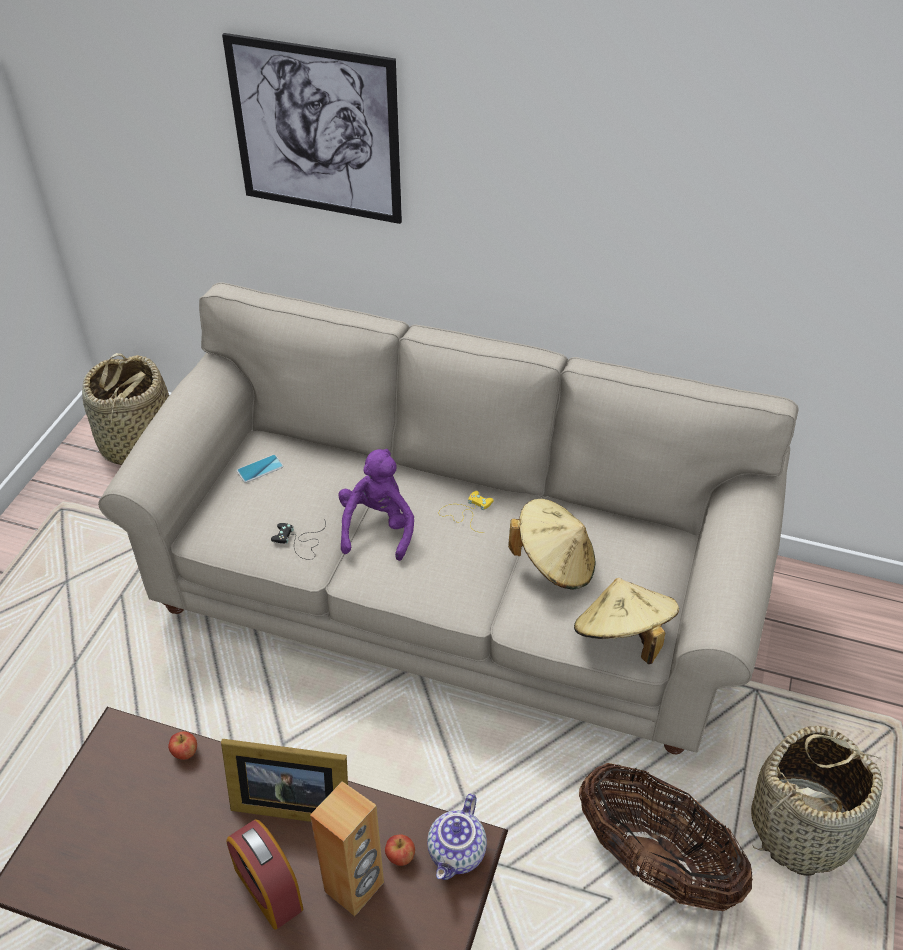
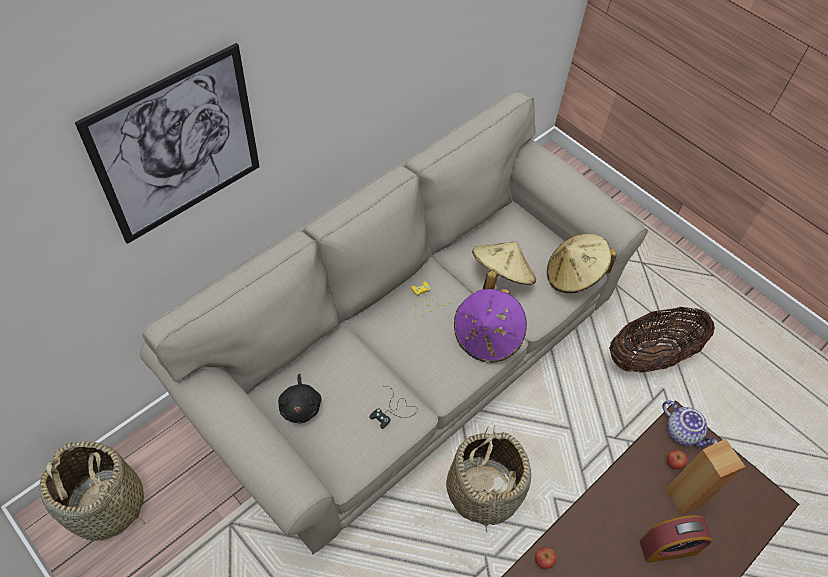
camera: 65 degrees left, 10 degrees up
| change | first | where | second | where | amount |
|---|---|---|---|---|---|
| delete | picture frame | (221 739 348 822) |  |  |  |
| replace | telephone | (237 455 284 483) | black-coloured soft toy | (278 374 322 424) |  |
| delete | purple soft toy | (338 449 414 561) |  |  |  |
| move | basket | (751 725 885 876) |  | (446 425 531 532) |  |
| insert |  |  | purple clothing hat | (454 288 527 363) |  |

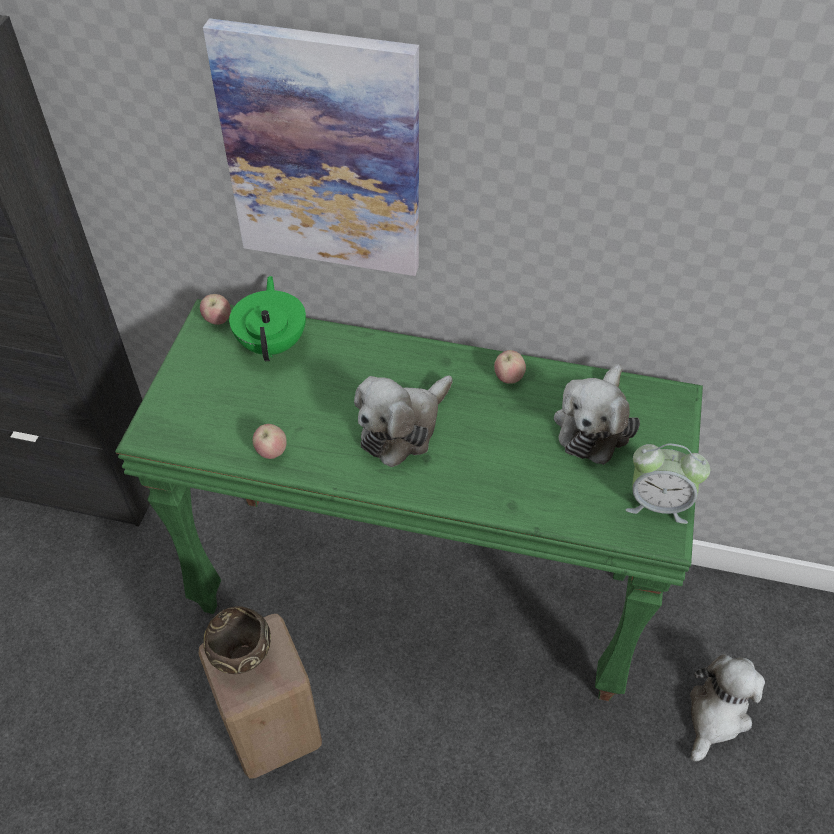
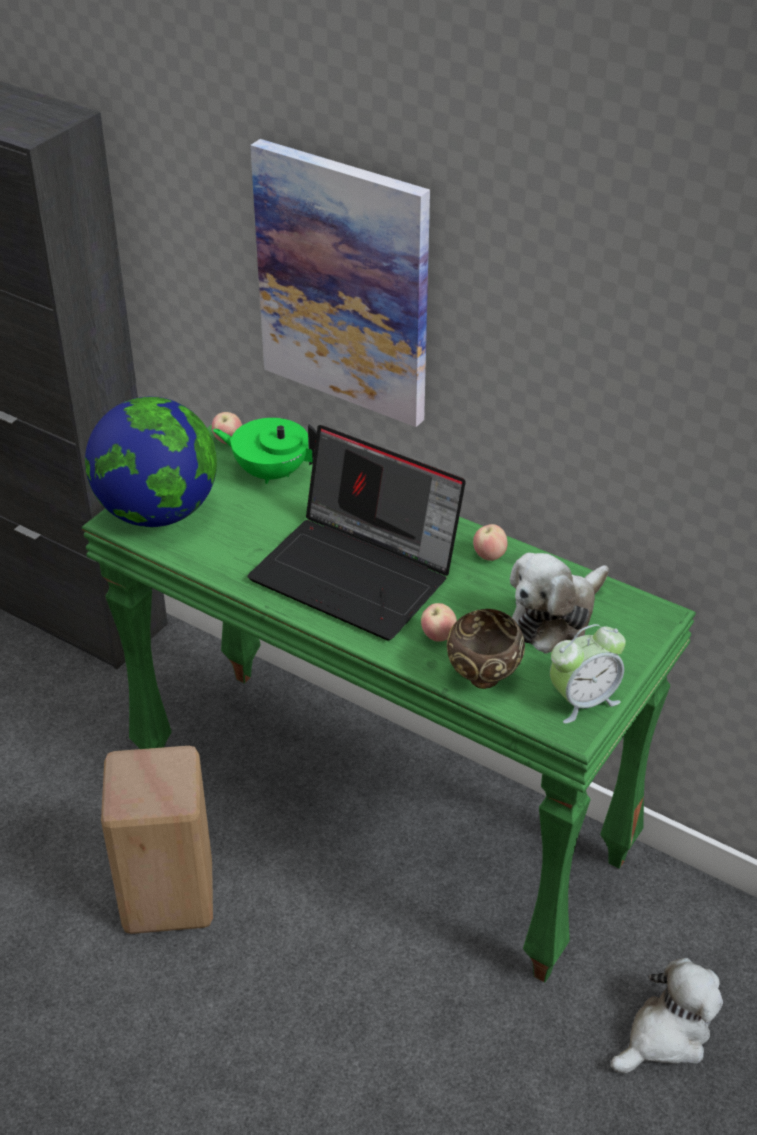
camera: 20 degrees right, 10 degrees down
| change | first | where | second | where | amount |
|---|---|---|---|---|---|
| move | brown-coloured deep dish | (203 606 271 674) |  | (447 609 525 689) |  |
| rotate | greenish teapot | (229 276 306 361) |  | (213 418 317 484) | 90 degrees counterclockwise |
| move | apple fruit | (253 424 287 459) |  | (421 603 457 642) |  |
| replace | soft toy | (354 375 453 467) | laptop | (247 425 466 640) |  |
| rotate | alarm clock | (626 444 710 524) |  | (550 624 626 724) | 60 degrees counterclockwise |
| insert |  |  | world globe | (85 397 217 527) |  |

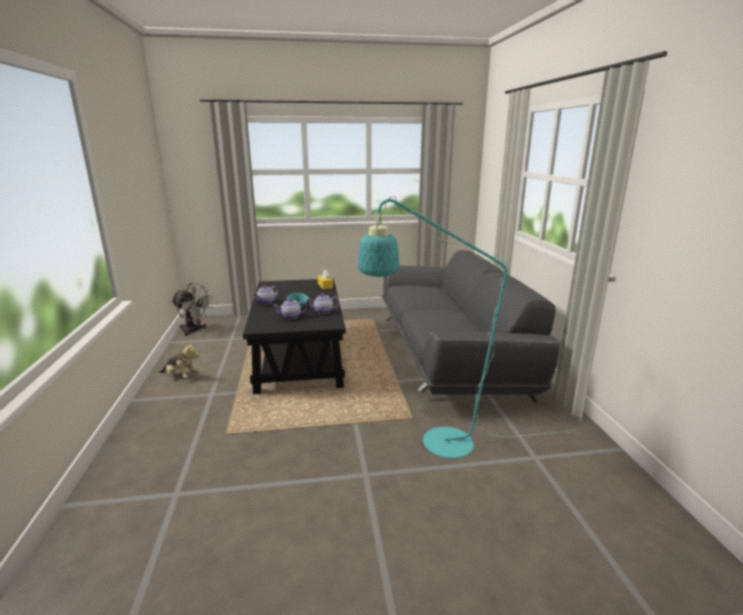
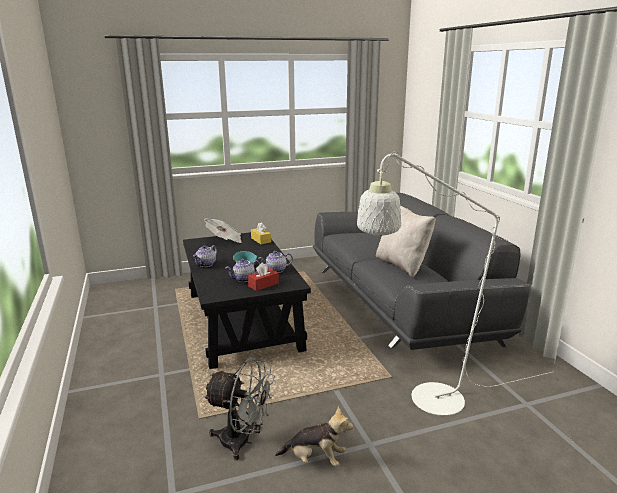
camera: 10 degrees left, 0 degrees up
| change | first | where | second | where | amount |
|---|---|---|---|---|---|
| move | soft toy | (159 341 200 378) |  | (275 406 353 466) |  |
| move | greyish fan | (172 283 213 336) |  | (203 357 275 460) |  |
| recolor | turquoise-coloured floor lamp | (358 196 577 458) | whitish floor lamp | (357 151 552 416) |  |
| insert |  |  | newspaper | (204 218 241 243) |  |
| insert |  |  | reddish tissue box | (248 263 279 291) |  |
| insert |  |  | beige pillow | (376 206 435 278) |  |

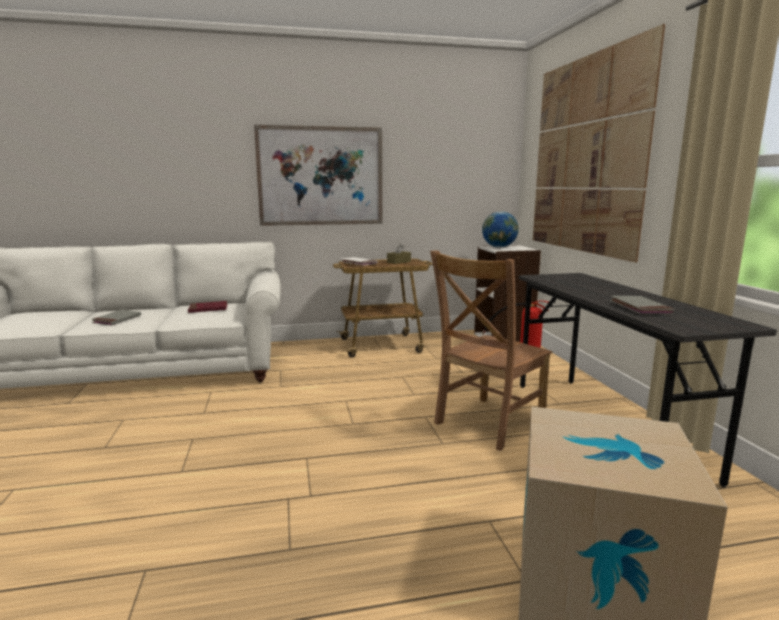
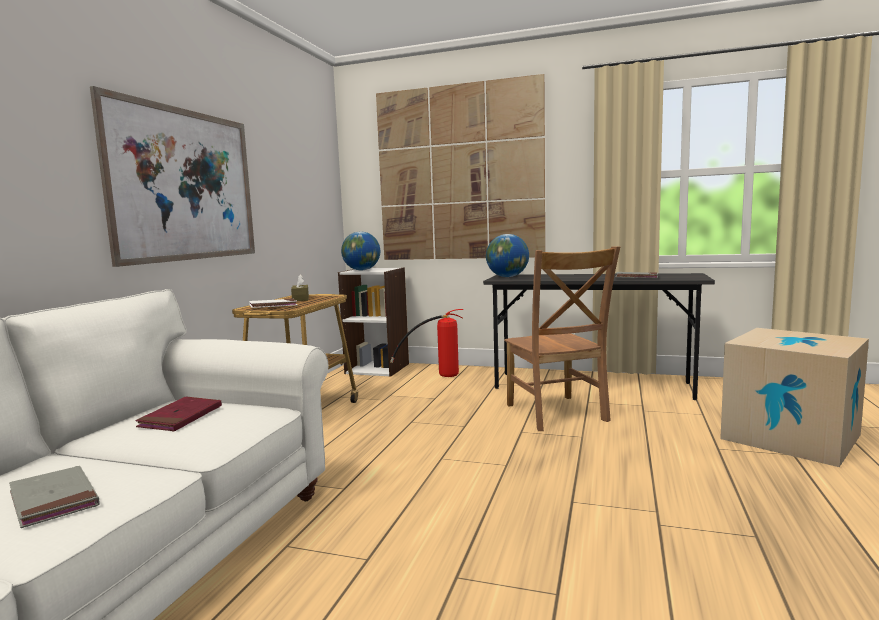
camera: 60 degrees left, 5 degrees down
| change | first | where | second | where | amount |
|---|---|---|---|---|---|
| insert |  |  | world globe | (486 234 529 277) |  |

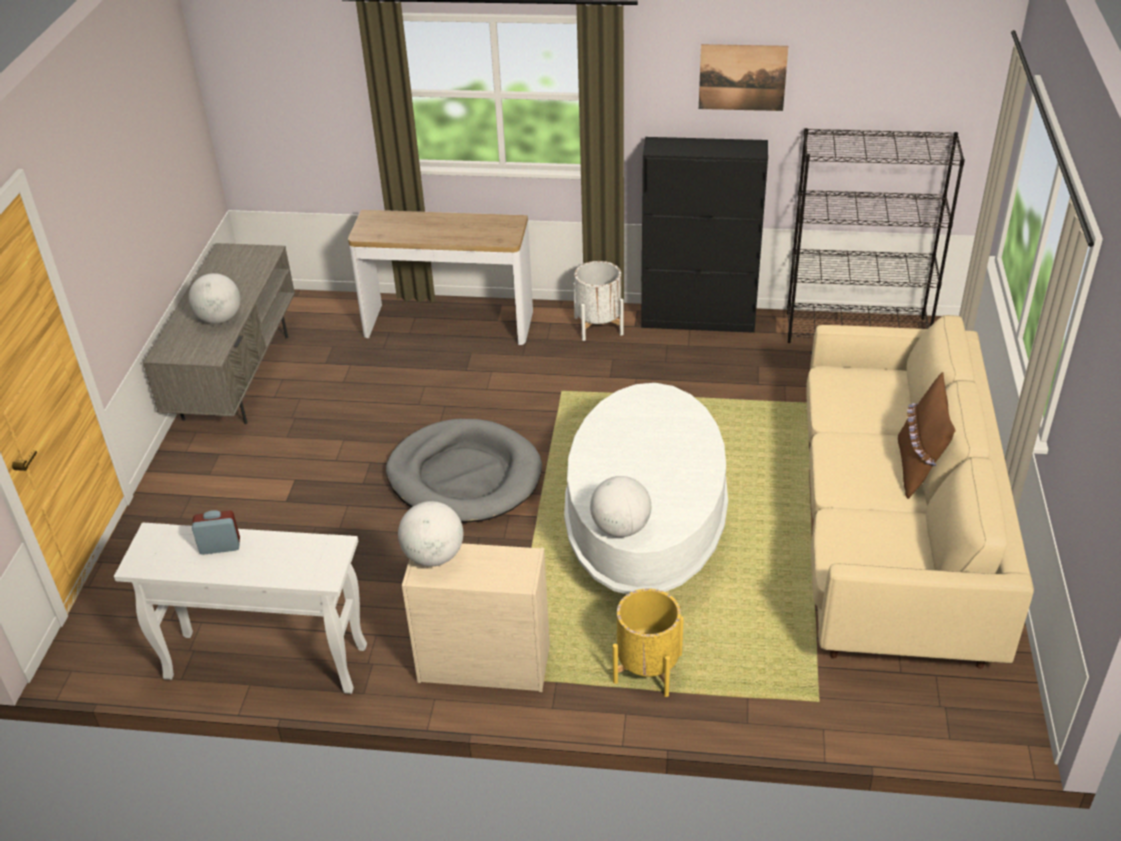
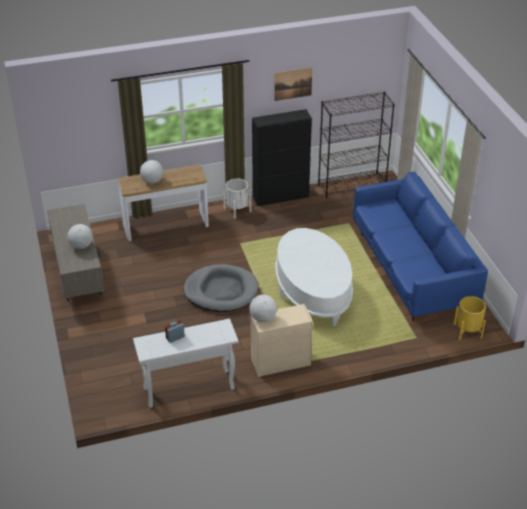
camera: 25 degrees left, 0 degrees up
| change | first | where | second | where | amount |
|---|---|---|---|---|---|
| move | world globe | (590 476 651 537) |  | (140 160 164 184) |  |
| move | yellowish plant pot | (613 588 684 697) |  | (454 296 486 340) |  |
| recolor | beige settee | (806 315 1034 669) | blue settee | (353 172 488 321) |  |
| delete | brown-coloured pillow | (898 372 955 499) |  |  |  |

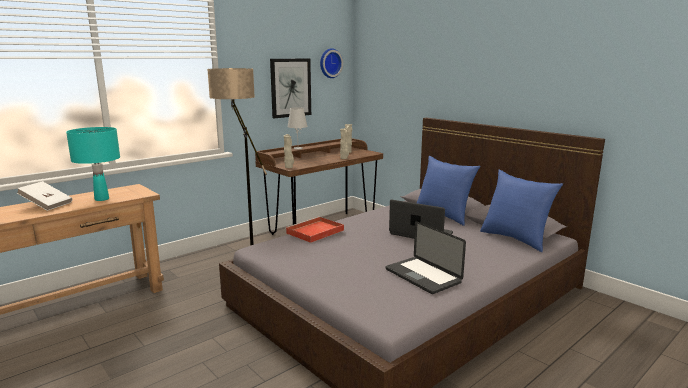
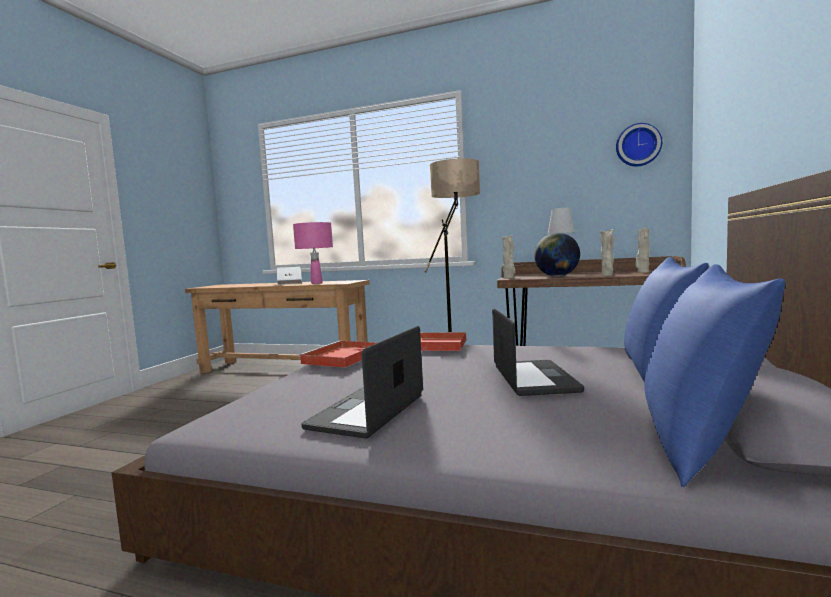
camera: 60 degrees right, 10 degrees down
| change | first | where | second | where | amount |
|---|---|---|---|---|---|
| recolor | turquoise-coloured lamp for a table | (66 127 120 201) | pinkish lamp for a table | (293 222 333 284) |  |
| delete | wall picture | (270 59 311 119) |  |  |  |
| insert |  |  | reddish carrying tray | (298 341 376 368) |  |
| insert |  |  | world globe | (534 233 580 277) |  |

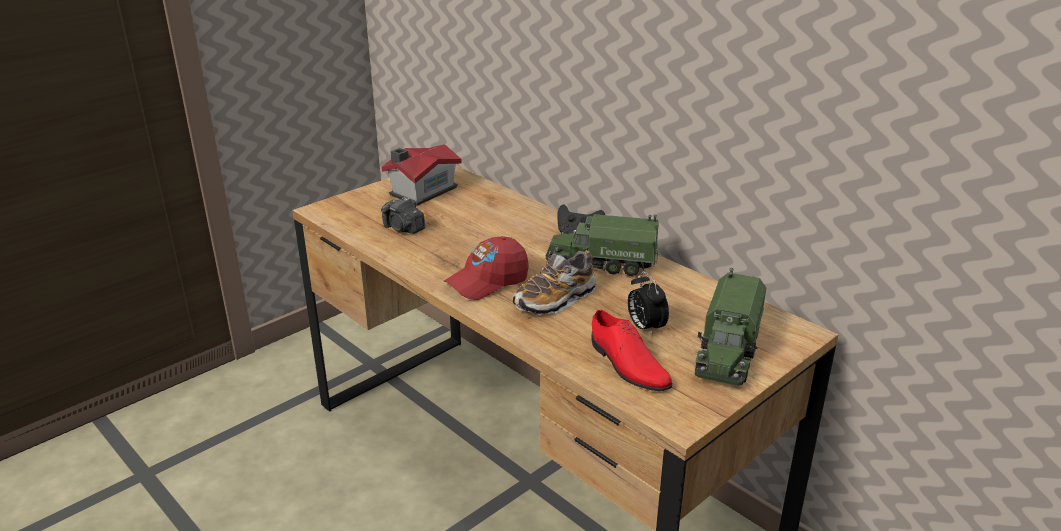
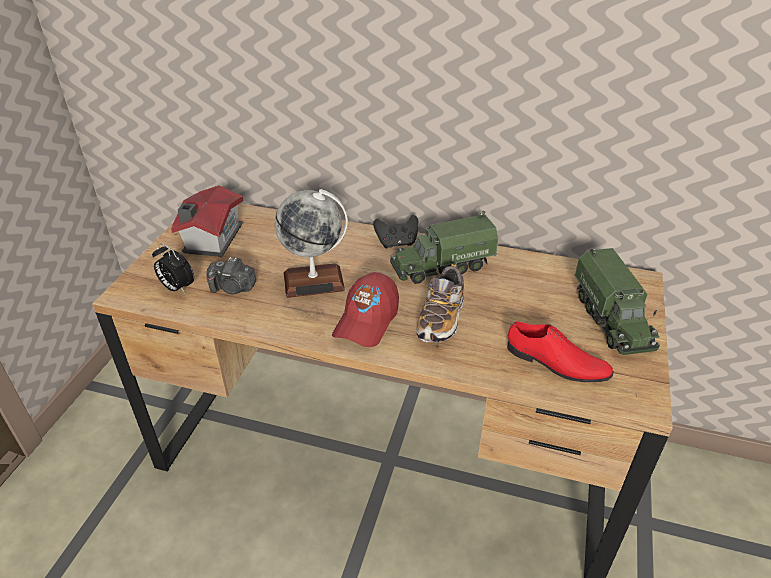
camera: 30 degrees left, 10 degrees up
| change | first | where | second | where | amount |
|---|---|---|---|---|---|
| move | alarm clock | (628 271 669 337) |  | (152 244 194 294) |  |
| insert |  |  | world globe | (275 189 348 298) |  |

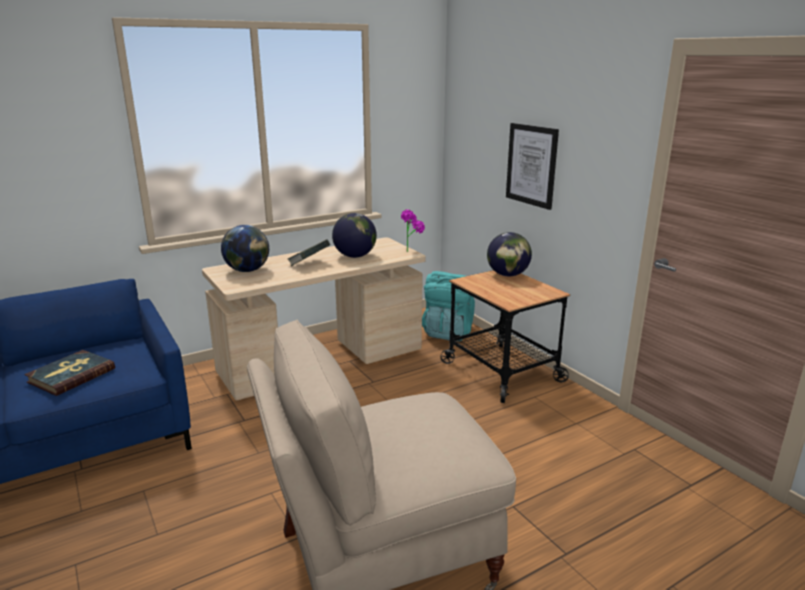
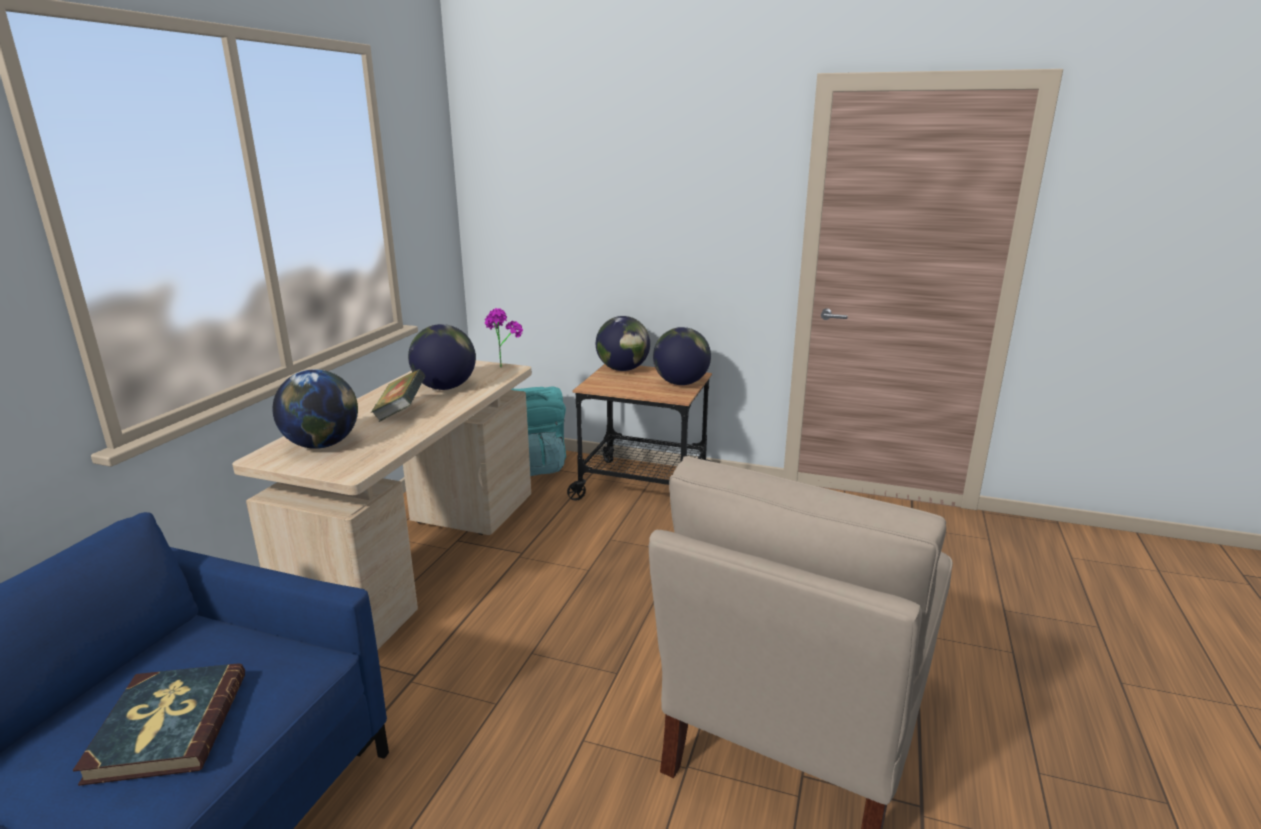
camera: 40 degrees left, 0 degrees up
| change | first | where | second | where | amount |
|---|---|---|---|---|---|
| delete | wall picture | (506 123 559 210) |  |  |  |
| insert |  |  | world globe | (653 327 711 385) |  |

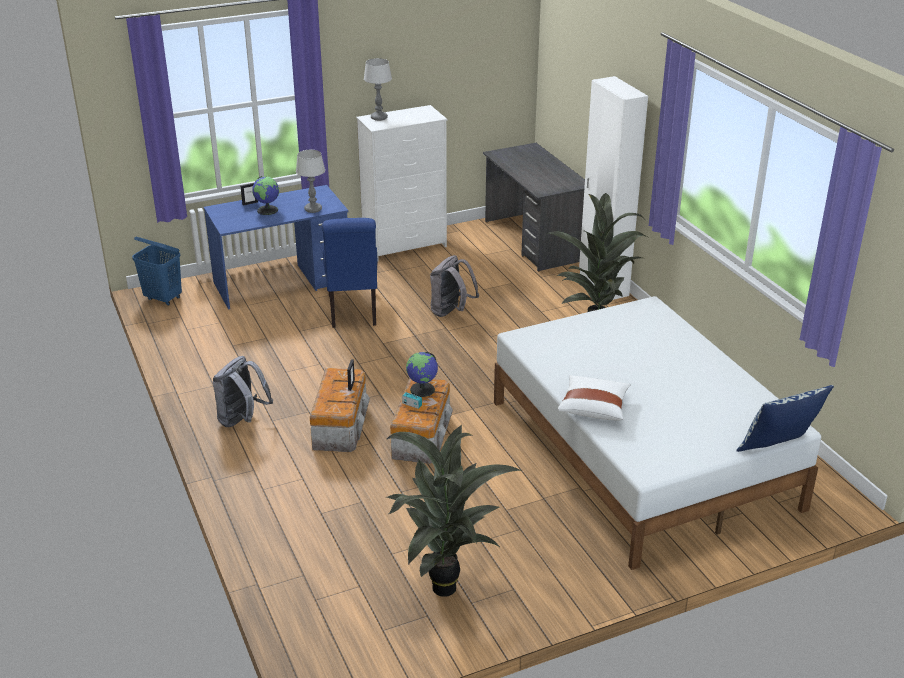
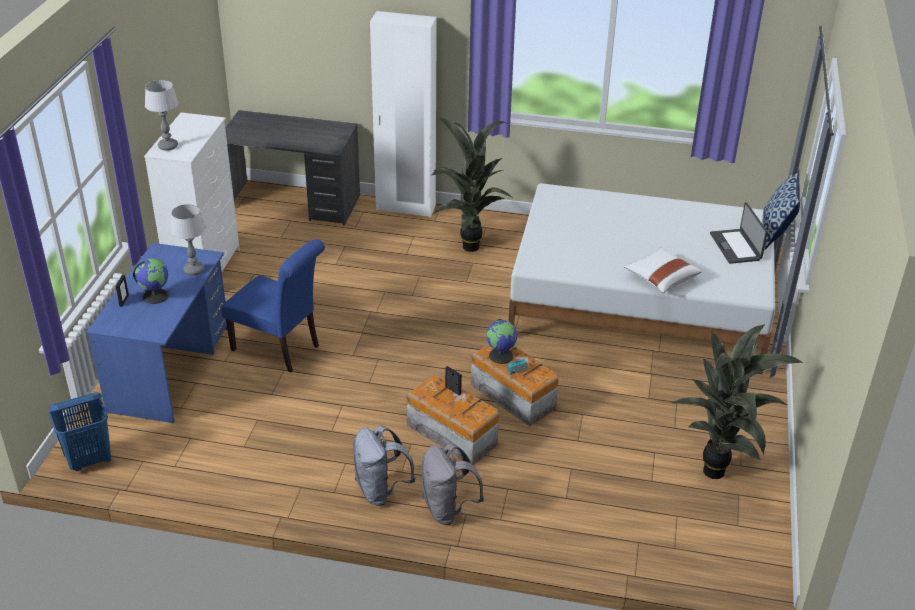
camera: 55 degrees left, 5 degrees up
| change | first | where | second | where | amount |
|---|---|---|---|---|---|
| move | greyish rucksack | (430 255 479 317) |  | (421 444 484 525) |  |
| insert |  |  | laptop | (710 202 768 264) |  |

